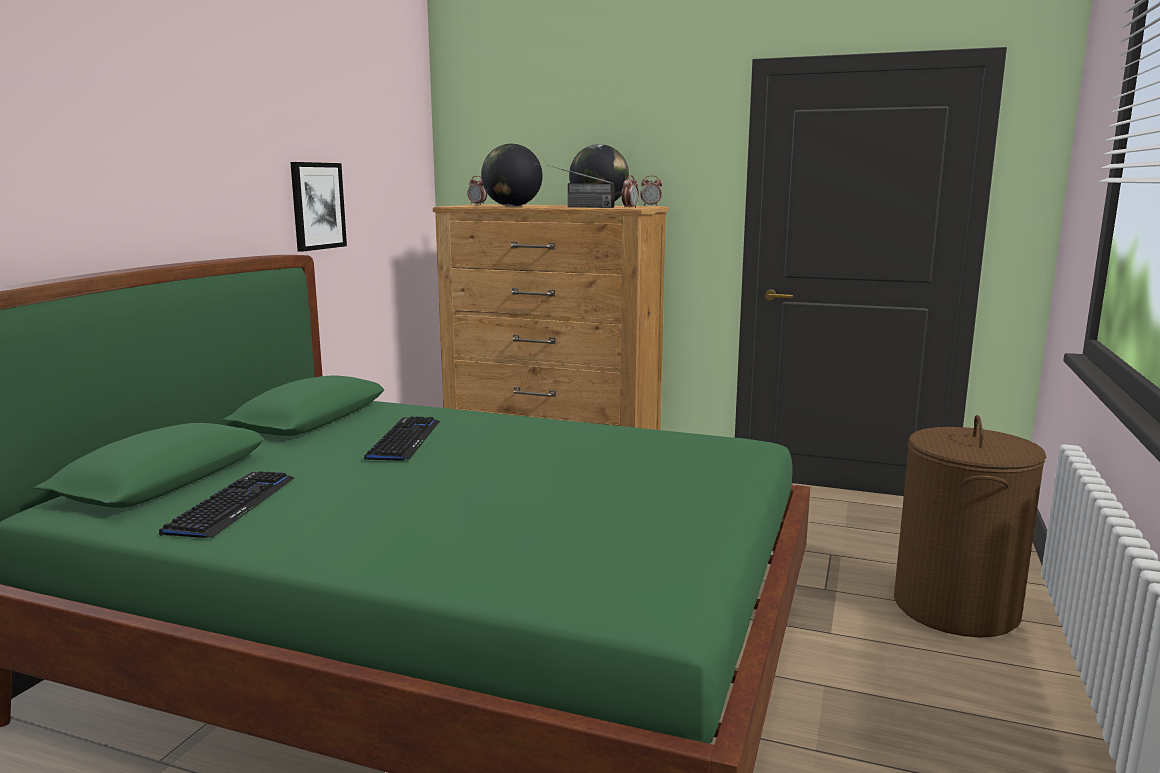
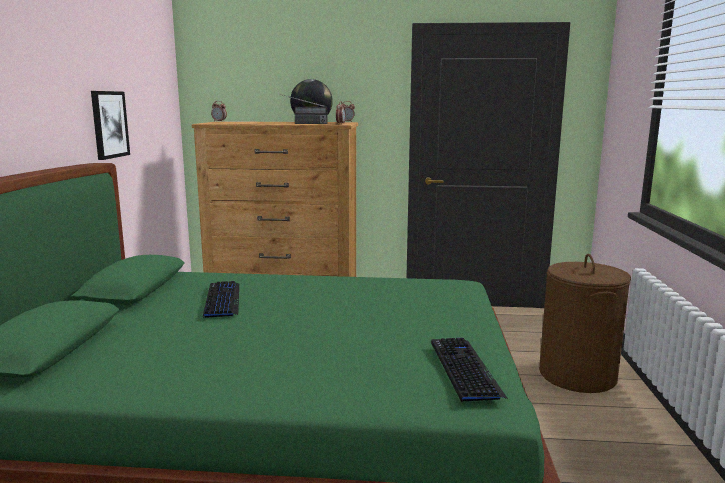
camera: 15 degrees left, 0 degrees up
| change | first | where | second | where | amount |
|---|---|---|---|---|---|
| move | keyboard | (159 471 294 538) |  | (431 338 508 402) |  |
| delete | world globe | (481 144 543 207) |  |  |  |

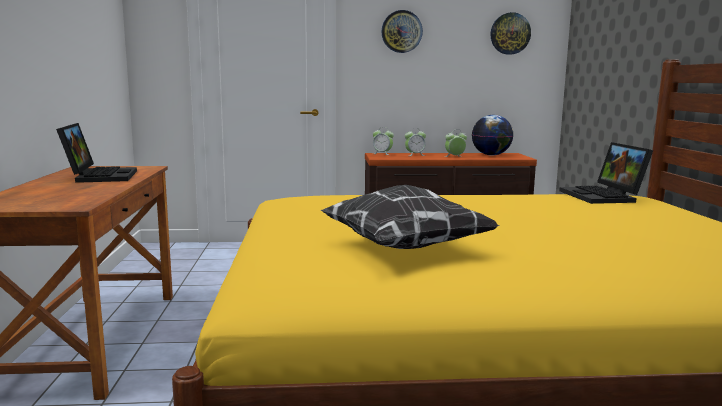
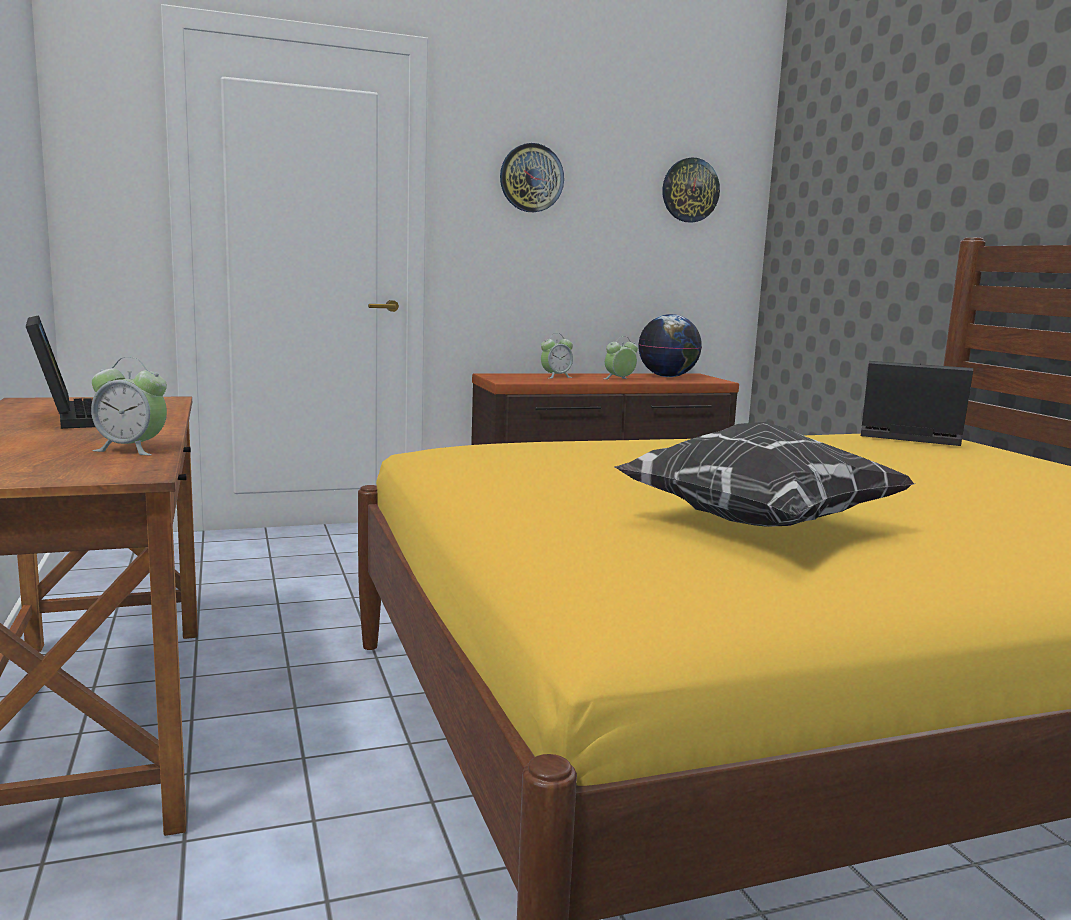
camera: 15 degrees left, 0 degrees up
| change | first | where | second | where | amount |
|---|---|---|---|---|---|
| move | alarm clock | (373 130 394 155) |  | (91 357 167 455) |  |
| rotate | laptop | (559 142 653 204) |  | (861 361 973 446) | 135 degrees clockwise |

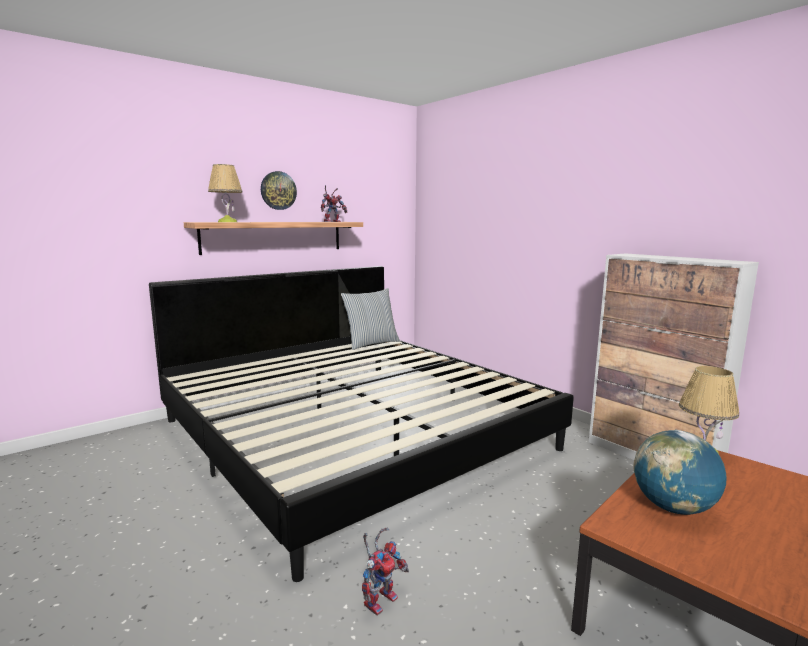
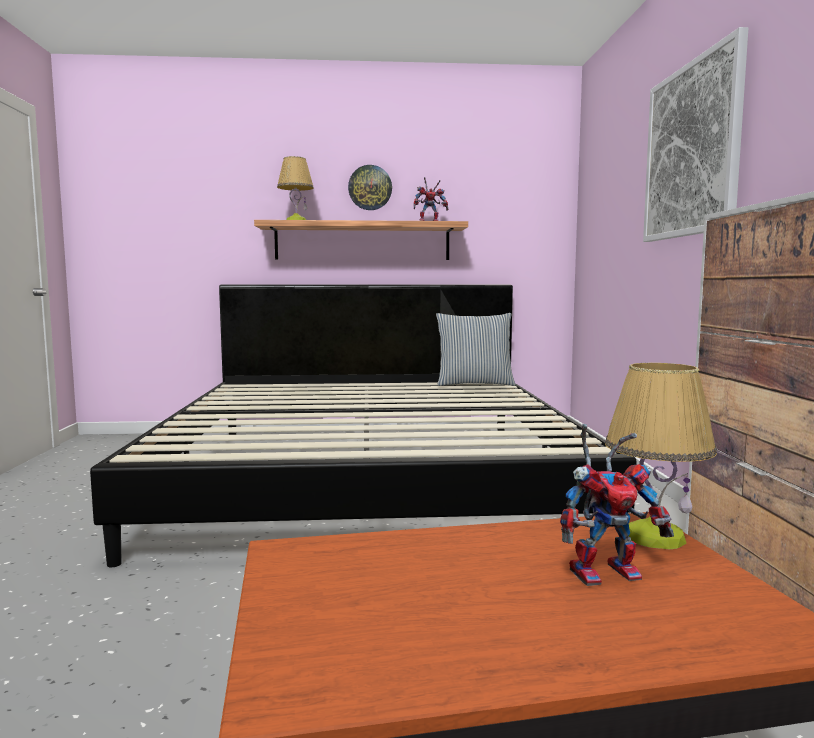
camera: 35 degrees right, 5 degrees down
| change | first | where | second | where | amount |
|---|---|---|---|---|---|
| move | robot figure | (362 528 409 616) |  | (560 424 674 586) |  |
| delete | world globe | (634 430 726 515) |  |  |  |
| insert |  |  | wall picture | (643 27 749 242) |  |

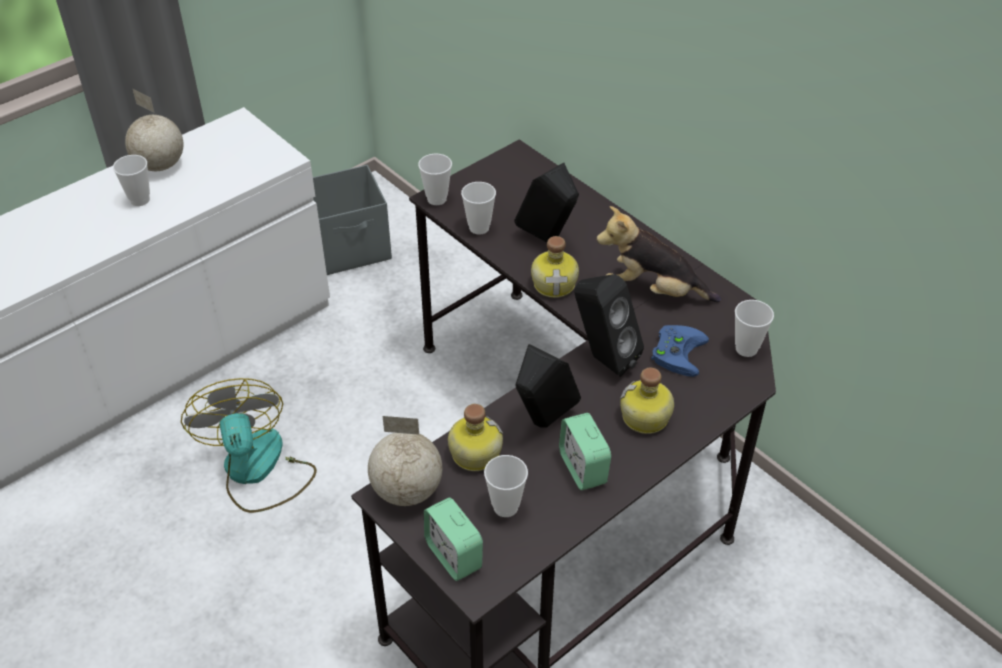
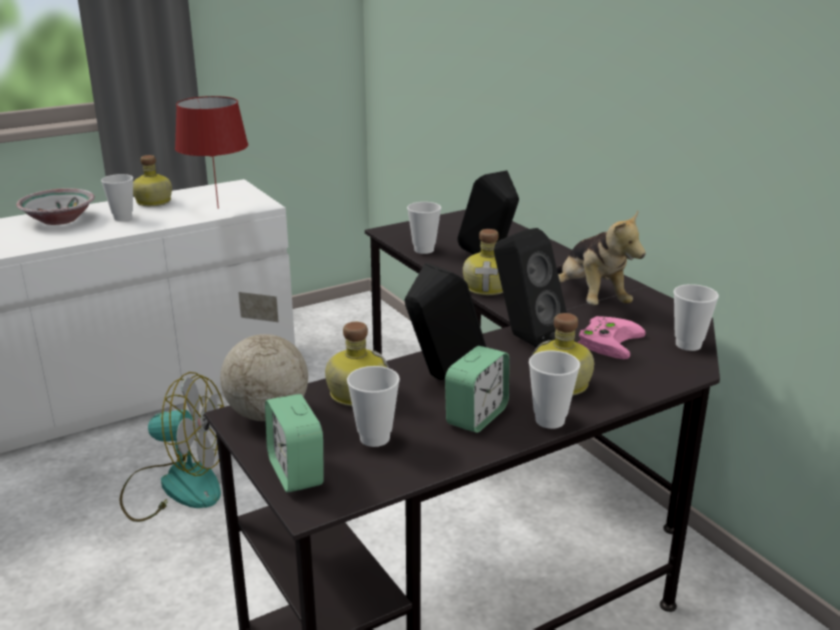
camera: 10 degrees right, 20 degrees down
| change | first | where | second | where | amount |
|---|---|---|---|---|---|
| replace | world globe | (125 89 184 171) | bottle | (133 155 172 206) |  |
| rotate | fan | (181 378 317 513) |  | (119 372 224 522) | 105 degrees clockwise |
| delete | greyish storage bin | (313 165 392 275) |  |  |  |
| move | cup | (418 154 452 205) |  | (529 350 580 429) |  |
| rotate | alarm clock | (559 413 611 490) |  | (445 346 510 433) | 135 degrees counterclockwise |
| rotate | soft toy | (596 206 721 302) |  | (557 211 646 305) | 135 degrees counterclockwise |
| recolor | blue joypad | (651 325 709 377) | pinkish joypad | (578 316 645 359) |  |
| insert |  |  | deep dish | (16 188 95 225) |  |
| insert |  |  | reddish lamp for a table | (175 96 248 209) |  |

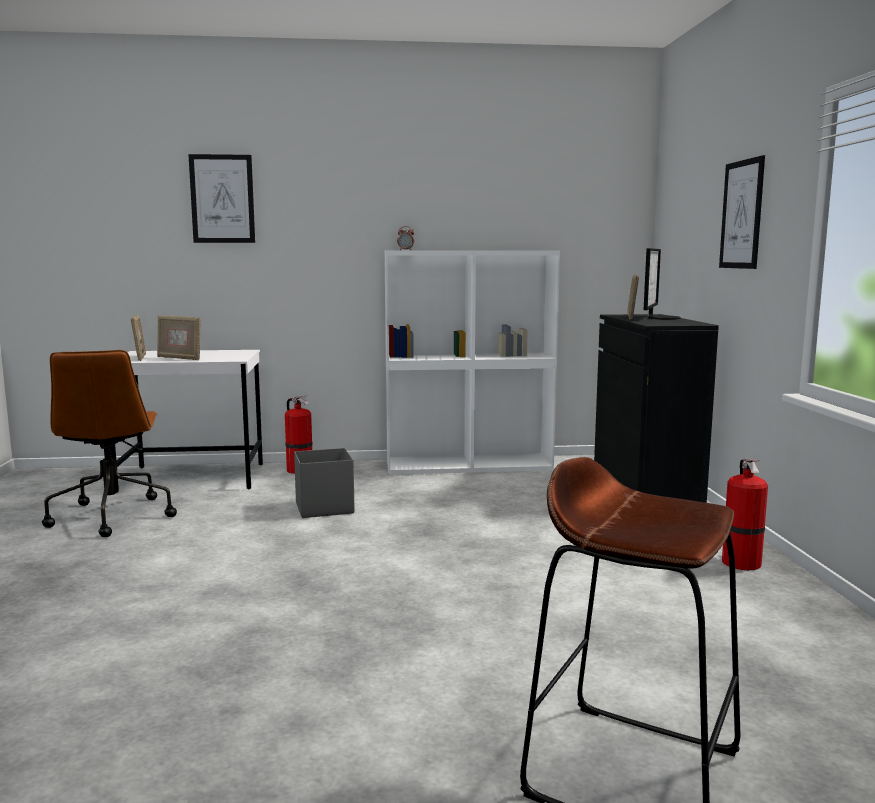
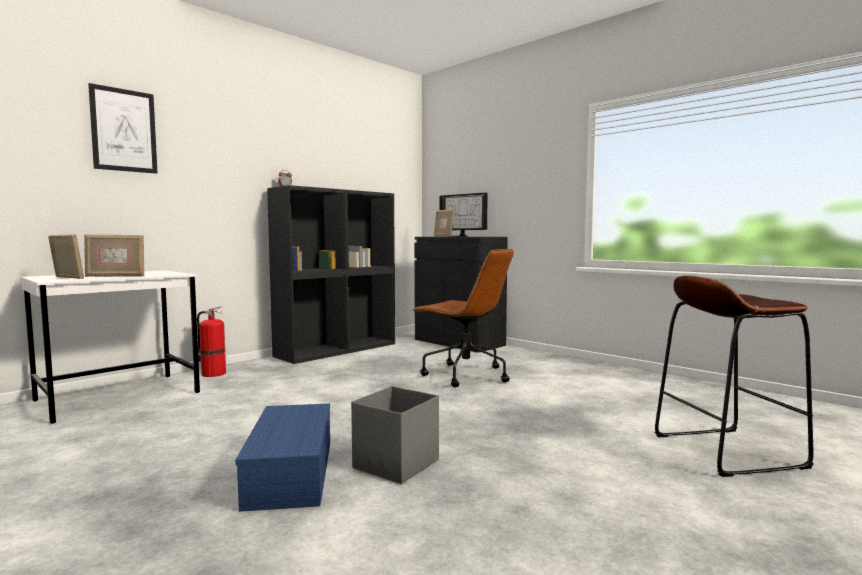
camera: 40 degrees left, 5 degrees down
| change | first | where | second | where | amount |
|---|---|---|---|---|---|
| move | brown-coloured desk chair | (42 350 177 537) |  | (412 249 514 387) |  |
| move | greyish storage bin | (294 448 354 518) |  | (351 386 439 484) |  |
| recolor | whitish bookcase | (384 250 560 475) | black-coloured bookcase | (267 185 395 364) |  |
| rotate | computer screen | (644 248 681 320) |  | (440 193 488 237) | 150 degrees clockwise |
| delete | wall picture | (719 155 765 269) |  |  |  |
| delete | fire-fighting cylinder | (722 459 768 570) |  |  |  |
| insert |  |  | blue storage bin | (235 404 330 512) |  |

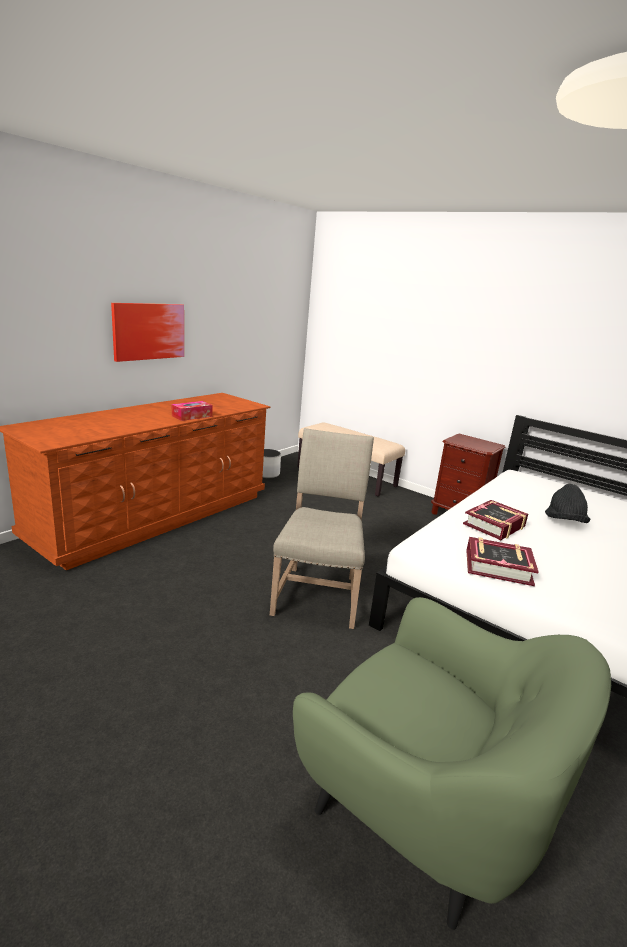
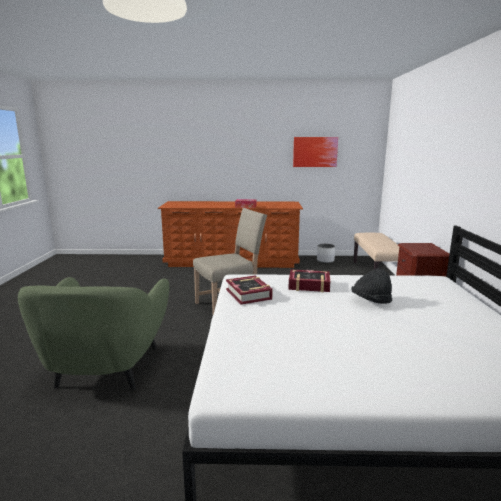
camera: 55 degrees right, 5 degrees down
| change | first | where | second | where | amount |
|---|---|---|---|---|---|
| move | wall picture | (111 303 184 362) |  | (293 137 338 167) |  |

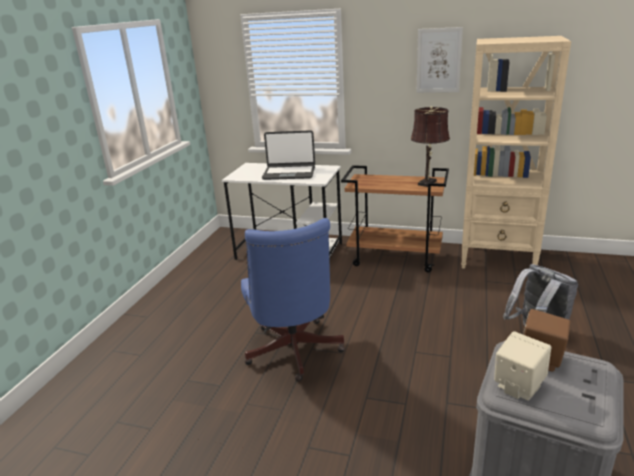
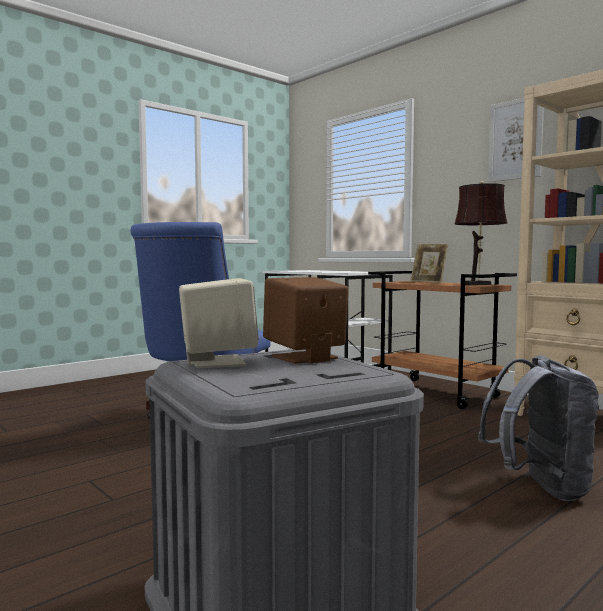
camera: 30 degrees right, 20 degrees down
| change | first | where | second | where | amount |
|---|---|---|---|---|---|
| delete | laptop | (262 130 315 180) |  |  |  |
| insert |  |  | picture frame | (410 244 449 283) |  |

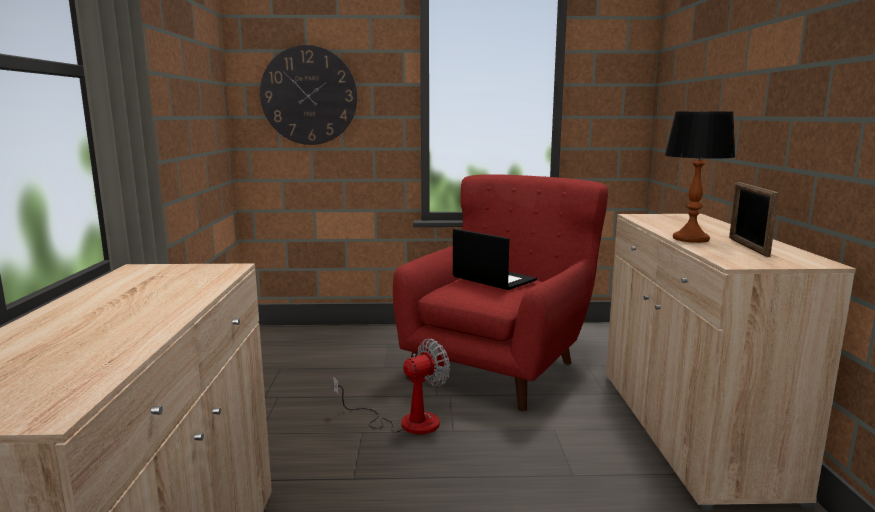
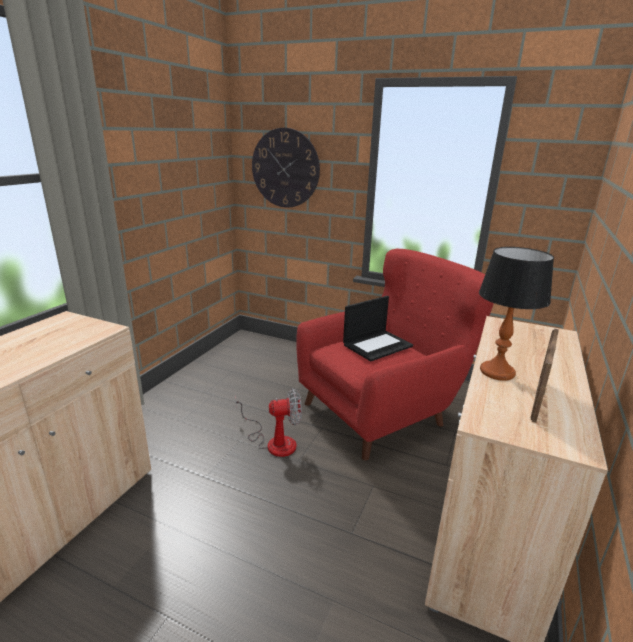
camera: 25 degrees right, 10 degrees up
| change | first | where | second | where | amount |
|---|---|---|---|---|---|
| rotate | laptop | (453 229 537 290) |  | (343 296 413 362) | 75 degrees clockwise |

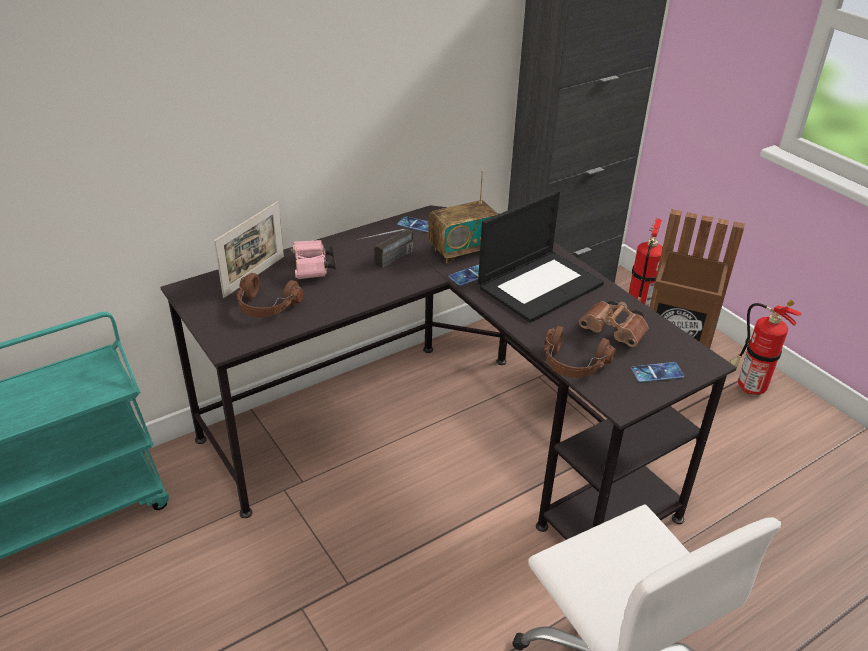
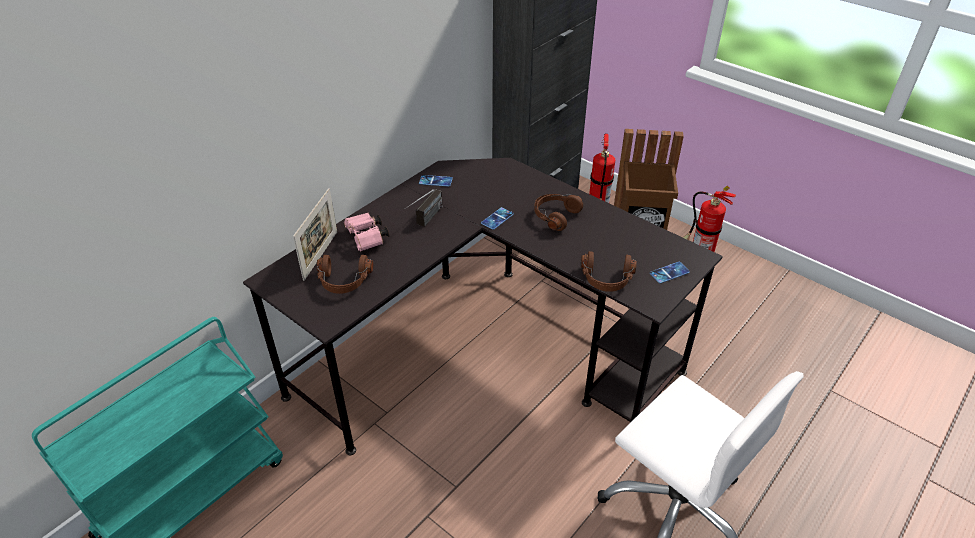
camera: 15 degrees left, 5 degrees up
| change | first | where | second | where | amount |
|---|---|---|---|---|---|
| delete | radio | (428 170 498 263) |  |  |  |
| replace | laptop | (478 191 604 323) | brown-coloured headset | (534 194 583 231) |  |
| delete | brown-coloured field glasses | (579 301 649 347) |  |  |  |

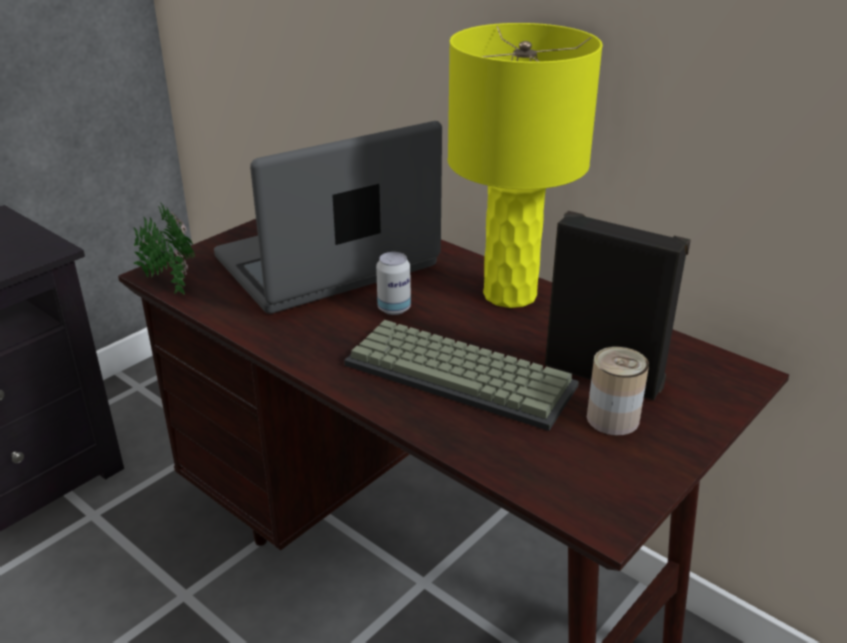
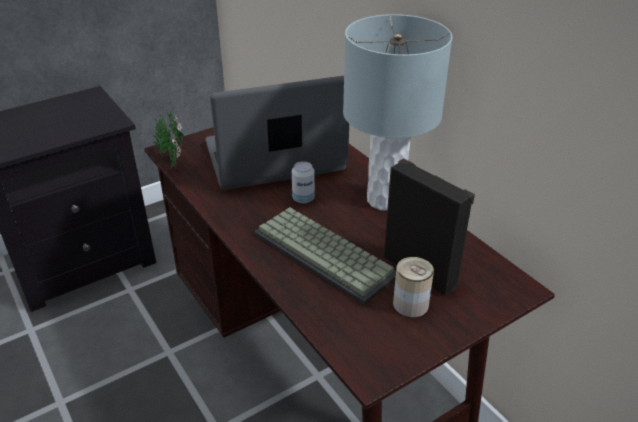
camera: 15 degrees right, 5 degrees up
| change | first | where | second | where | amount |
|---|---|---|---|---|---|
| recolor | yellowish lamp for a table | (448 23 603 308) | greyish lamp for a table | (343 14 453 211) |  |

